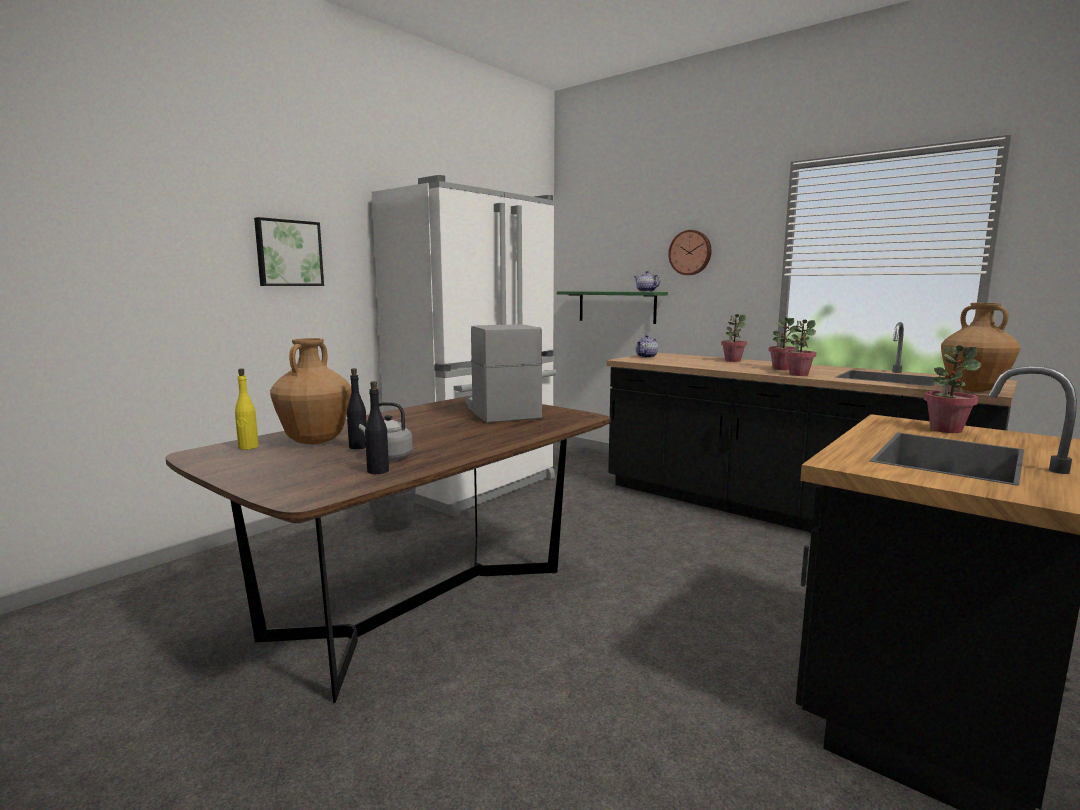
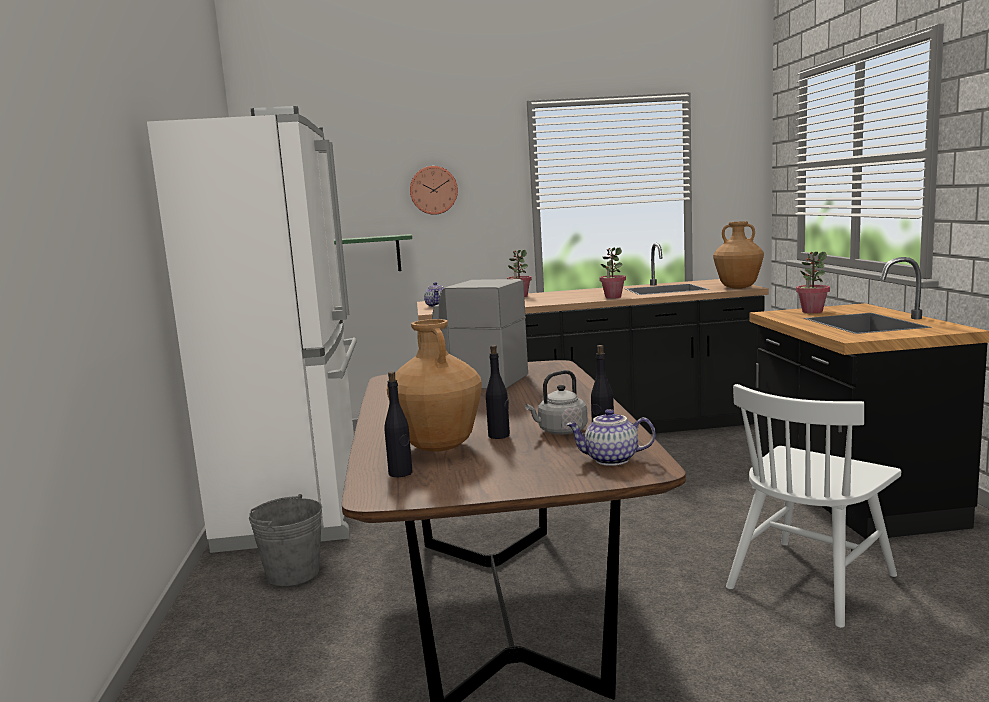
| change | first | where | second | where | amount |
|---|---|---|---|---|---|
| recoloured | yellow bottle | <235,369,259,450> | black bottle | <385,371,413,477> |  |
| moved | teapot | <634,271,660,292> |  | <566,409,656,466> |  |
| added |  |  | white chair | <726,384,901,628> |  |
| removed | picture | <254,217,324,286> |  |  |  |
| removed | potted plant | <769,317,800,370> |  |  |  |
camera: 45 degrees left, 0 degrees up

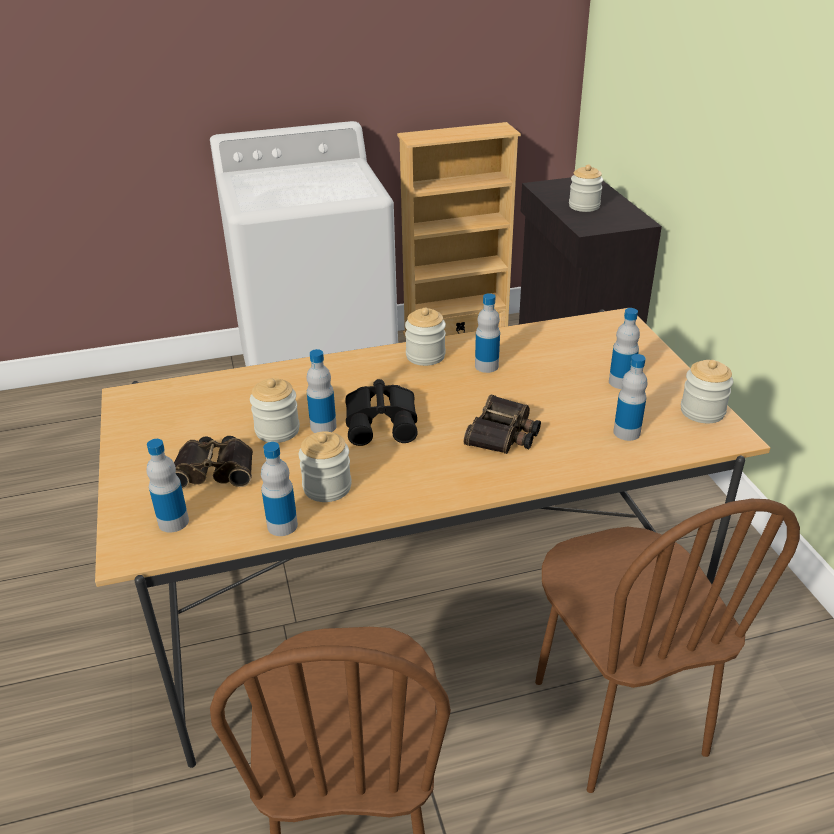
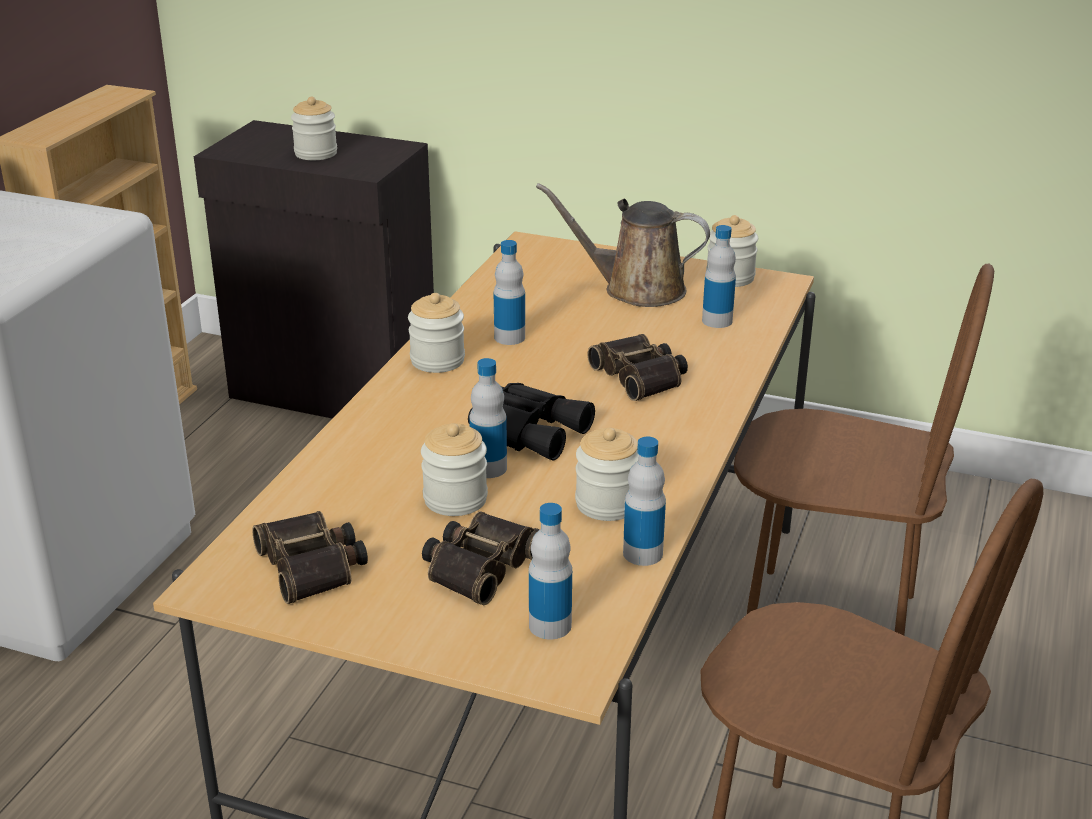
| change | first | where | second | where | amount |
|---|---|---|---|---|---|
| added |  |  | binoculars | <252,511,368,604> |  |
| replaced | bottle | <609,308,640,389> | brown watering can | <536,183,710,307> |  |
camera: 55 degrees left, 5 degrees down

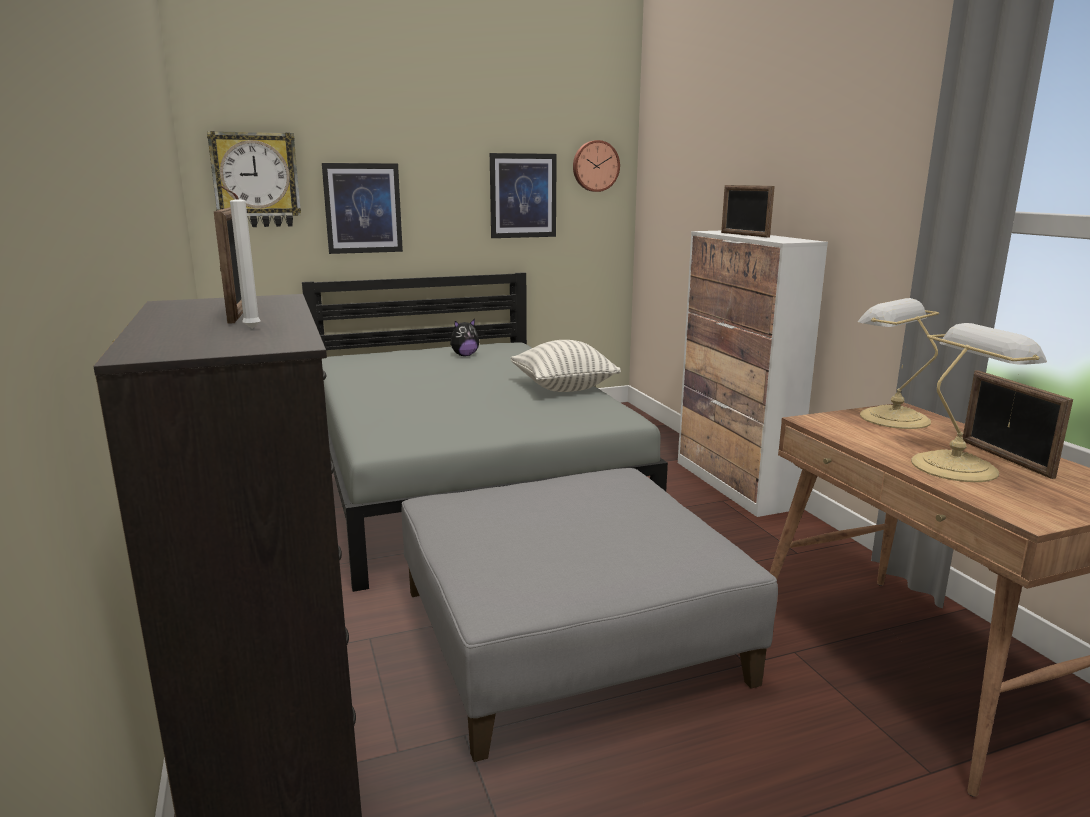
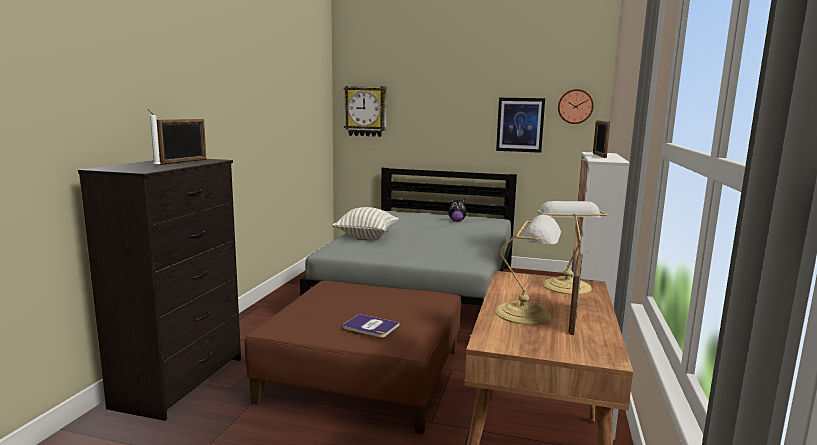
| change | first | where | second | where | amount |
|---|---|---|---|---|---|
| recoloured | grey ottoman | <401,468,778,762> | brown ottoman | <244,281,461,434> |  |
| moved | pillow | <511,340,621,392> |  | <332,207,399,239> |  |
| added |  |  | book | <343,314,399,338> |  |
| removed | picture | <322,163,403,254> |  |  |  |
camera: 35 degrees right, 5 degrees down

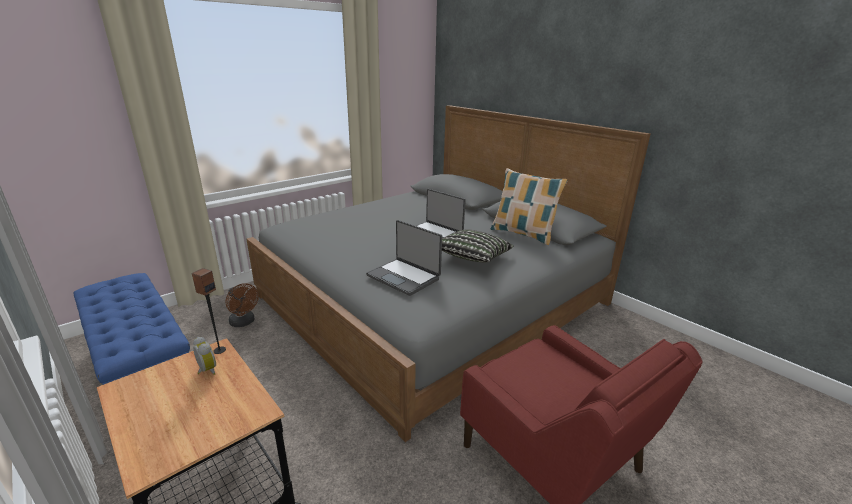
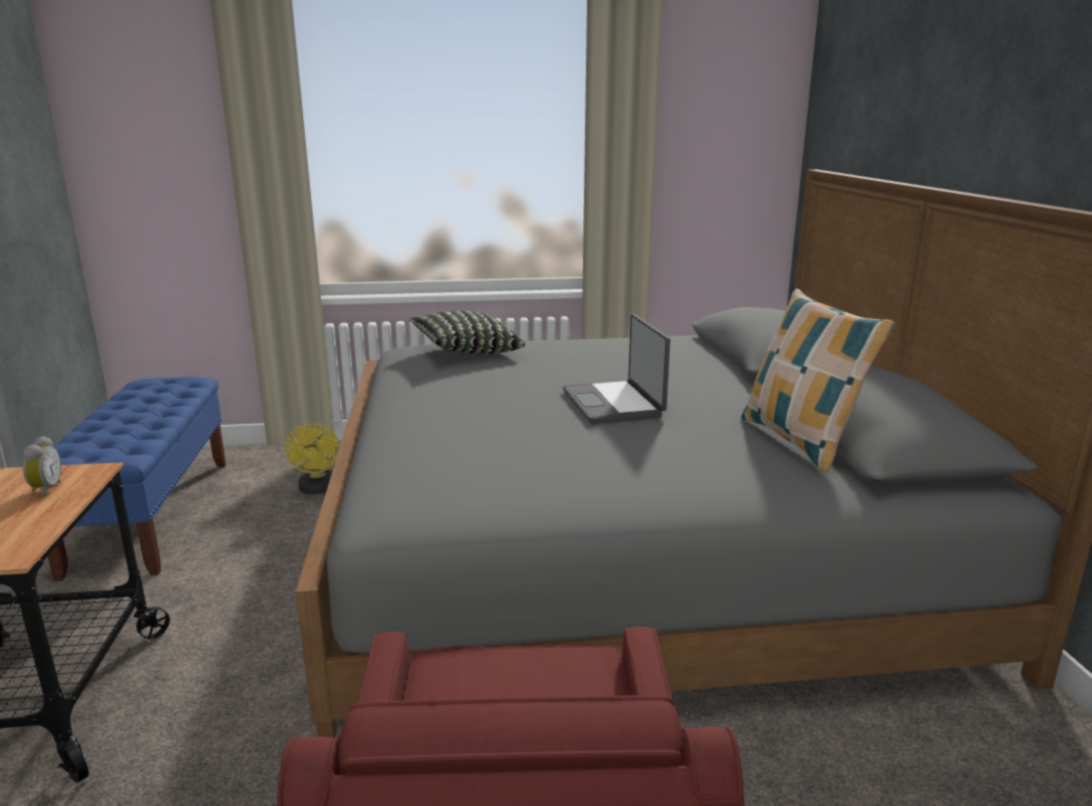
| change | first | where | second | where | amount |
|---|---|---|---|---|---|
| recoloured | brown fan | <225,283,259,327> | yellow fan | <285,423,340,494> |  |
| moved | pillow | <442,230,513,262> |  | <409,311,525,354> |  |
| removed | speaker | <192,268,226,354> |  |  |  |
| removed | laptop | <366,220,442,296> |  |  |  |
camera: 35 degrees right, 5 degrees down

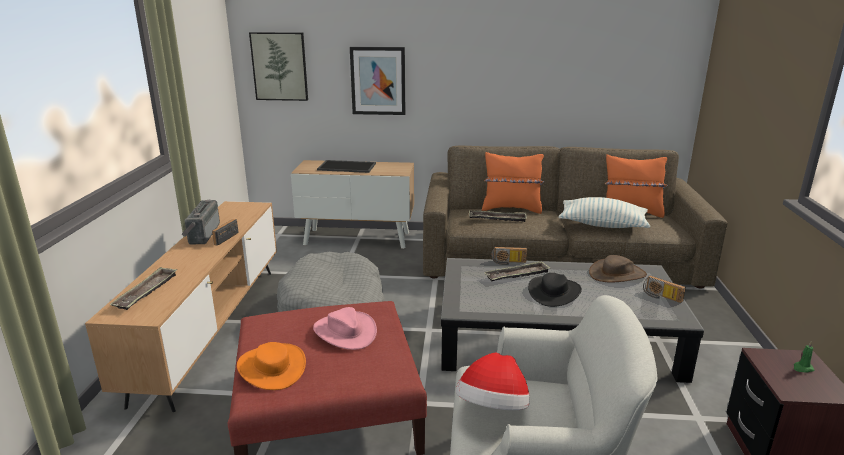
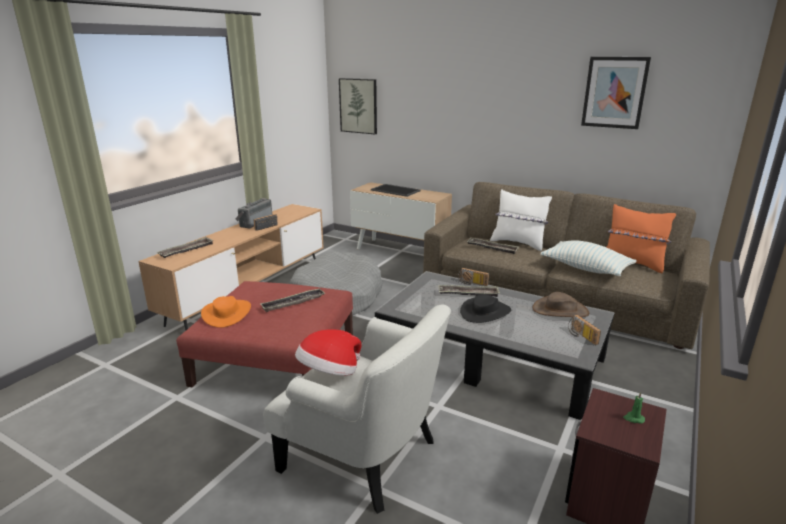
| change | first | where | second | where | amount |
|---|---|---|---|---|---|
| replaced | pink hat | <313,307,377,350> | tray | <260,289,325,312> |  |
| recoloured | orange pillow | <482,152,544,214> | white pillow | <490,189,552,251> |  |
| moved | picture | <350,47,406,115> |  | <581,57,651,129> |  |
camera: 25 degrees right, 0 degrees up

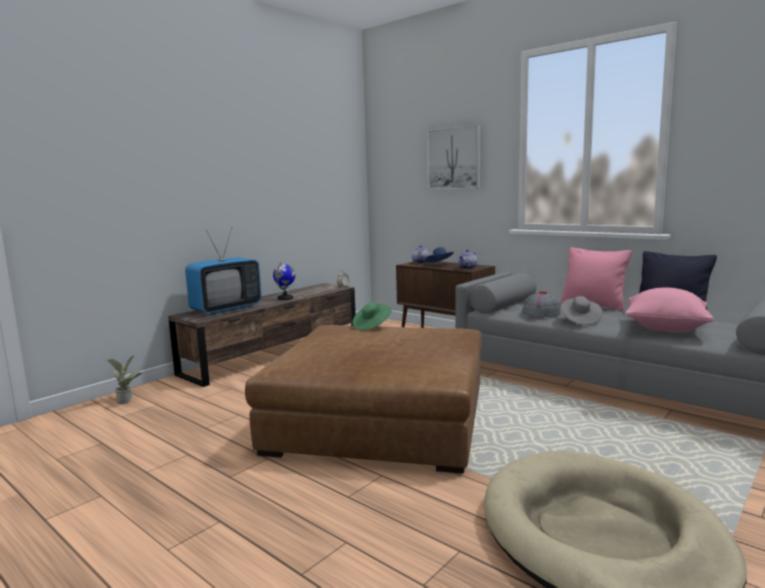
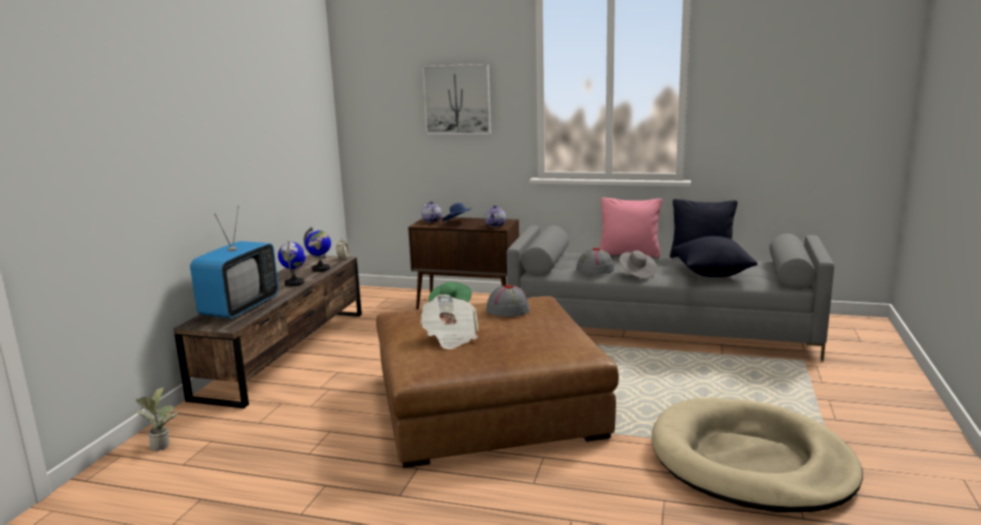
| change | first | where | second | where | amount |
|---|---|---|---|---|---|
| added |  |  | globe | <304,227,331,272> |  |
| added |  |  | newspaper | <420,295,478,350> |  |
| added |  |  | grey hat | <486,285,530,317> |  |
| recoloured | pink pillow | <625,288,714,333> | black pillow | <673,236,757,277> |  |
camera: 25 degrees left, 5 degrees up

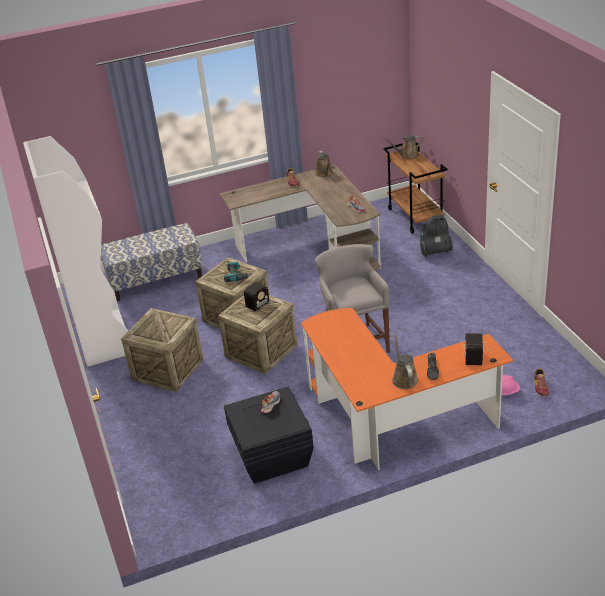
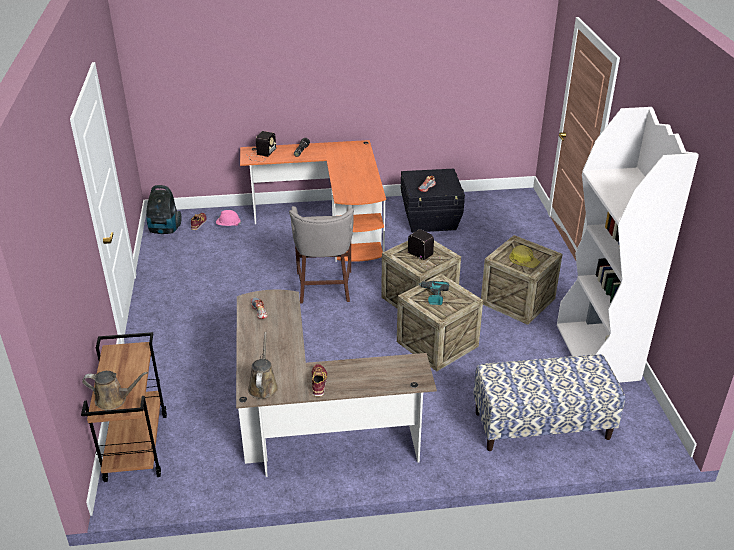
| change | first | where | second | where | amount |
|---|---|---|---|---|---|
| moved | vacuum cleaner | <420,215,453,257> |  | <146,185,181,234> |  |
| turned | radio | <235,282,270,317> |  | <408,230,442,267> | 75 degrees clockwise |
| added |  |  | hard hat | <509,245,540,268> |  |
| removed | brown watering can | <392,333,418,389> |  |  |  |
camera: 170 degrees left, 0 degrees up

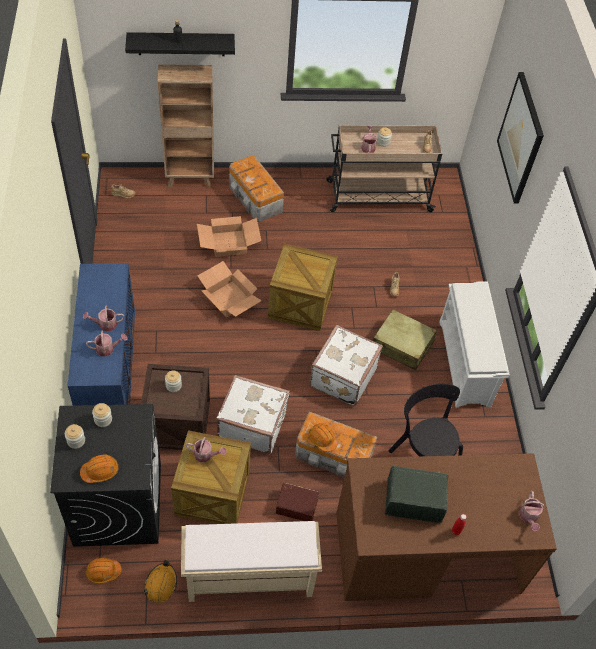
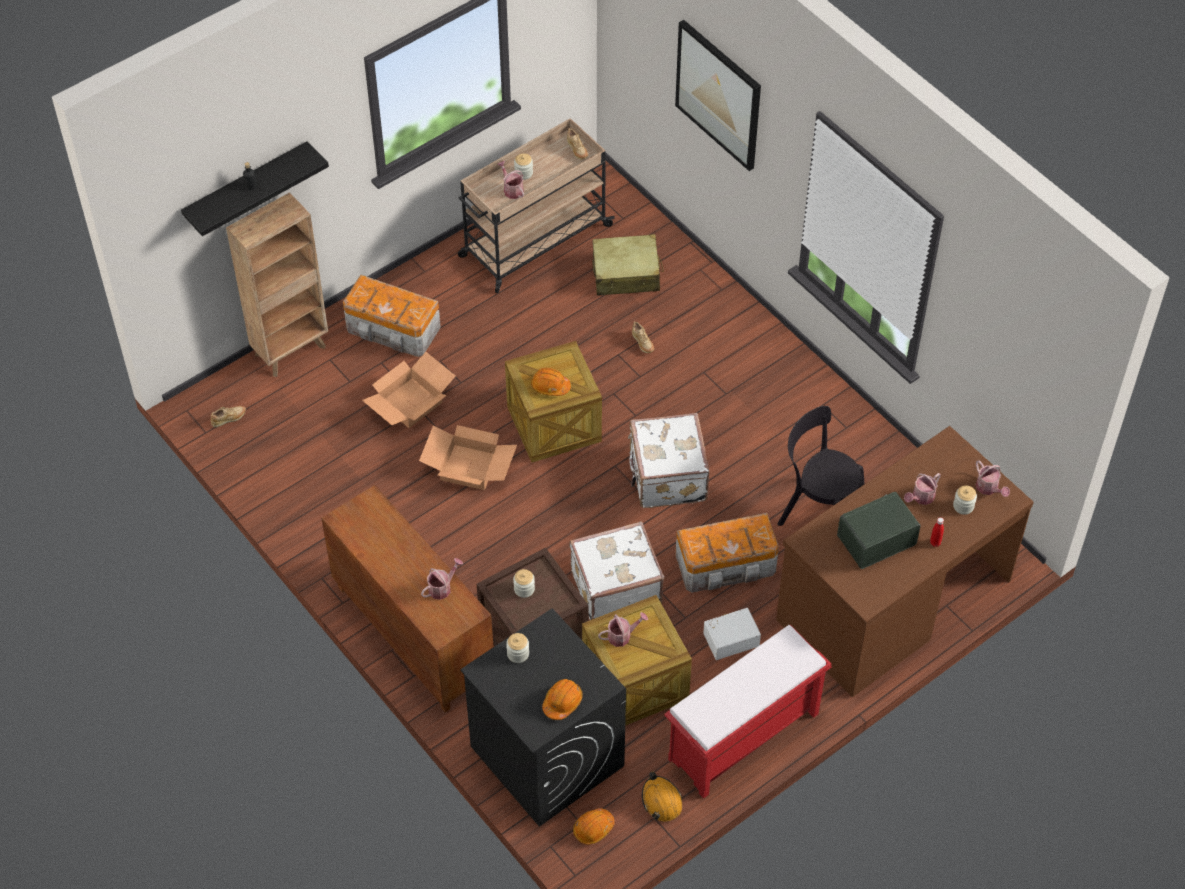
| change | first | where | second | where | amount |
|---|---|---|---|---|---|
| recoloured | blue cabinet | <68,263,135,406> | brown cabinet | <321,485,493,713> |  |
| moved | orange hard hat | <309,423,338,452> |  | <531,368,571,396> |  |
| moved | beige suitcase | <373,310,437,370> |  | <592,234,664,296> |  |
| recoloured | beige bench | <181,521,322,602> | red bench | <664,625,832,799> |  |
| recoloured | brown storage box | <275,482,319,521> | white storage box | <703,608,761,660> |  |
| moved | watering can | <83,306,124,331> |  | <904,473,941,505> |  |
| moved | jar | <65,424,85,449> |  | <953,486,977,515> |  |
| removed | white shoe rack | <439,282,510,408> |  |  |  |
camera: 30 degrees left, 0 degrees up

